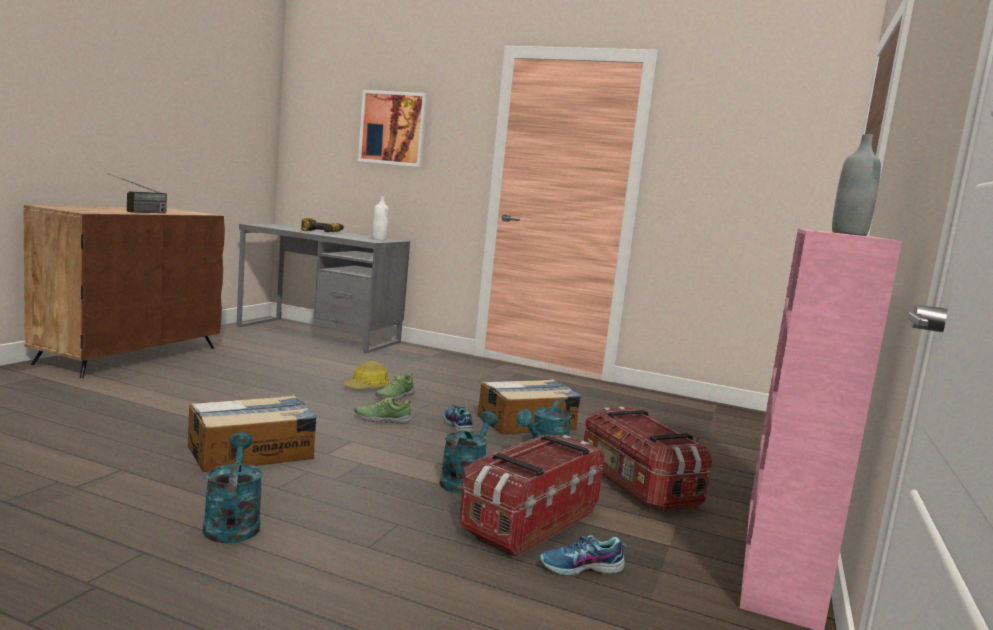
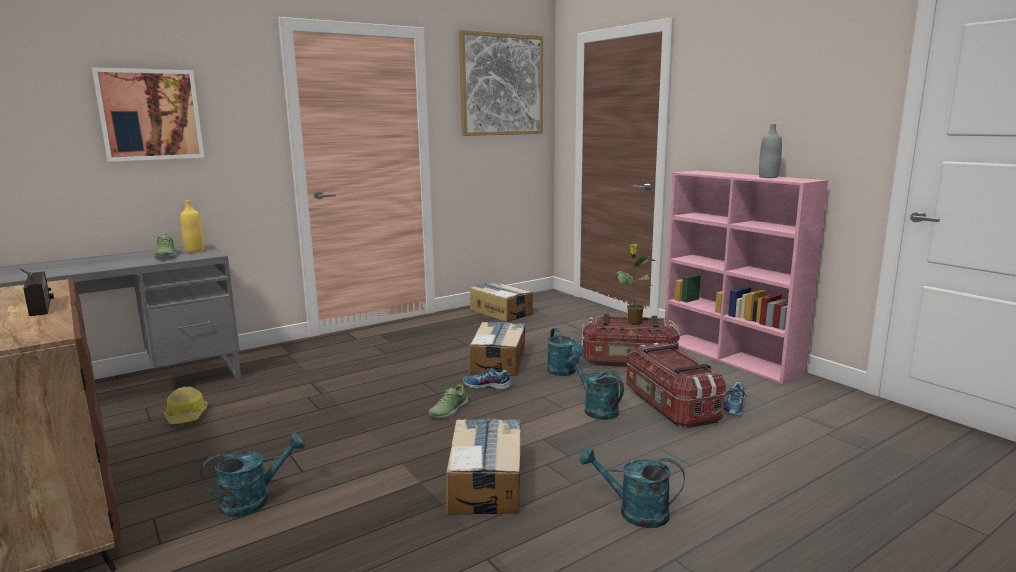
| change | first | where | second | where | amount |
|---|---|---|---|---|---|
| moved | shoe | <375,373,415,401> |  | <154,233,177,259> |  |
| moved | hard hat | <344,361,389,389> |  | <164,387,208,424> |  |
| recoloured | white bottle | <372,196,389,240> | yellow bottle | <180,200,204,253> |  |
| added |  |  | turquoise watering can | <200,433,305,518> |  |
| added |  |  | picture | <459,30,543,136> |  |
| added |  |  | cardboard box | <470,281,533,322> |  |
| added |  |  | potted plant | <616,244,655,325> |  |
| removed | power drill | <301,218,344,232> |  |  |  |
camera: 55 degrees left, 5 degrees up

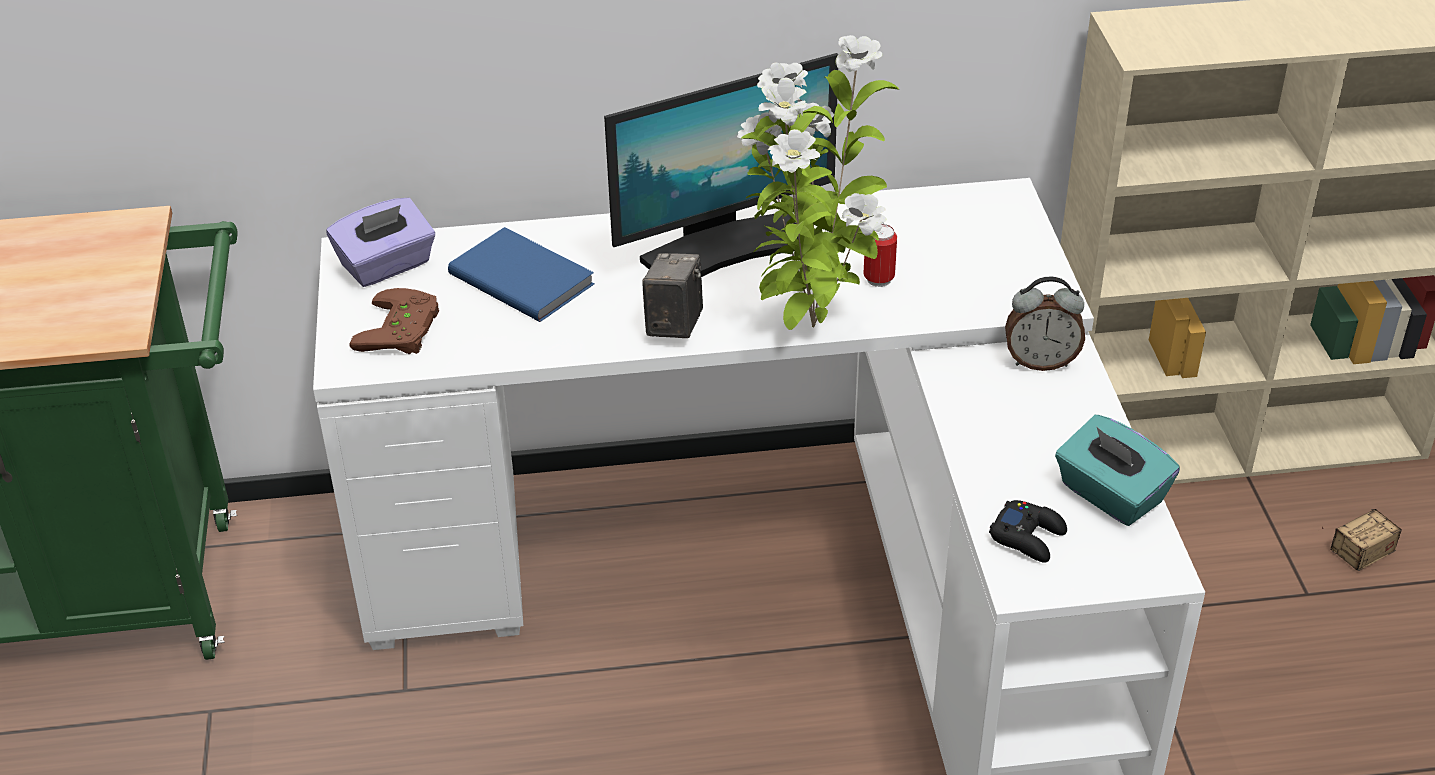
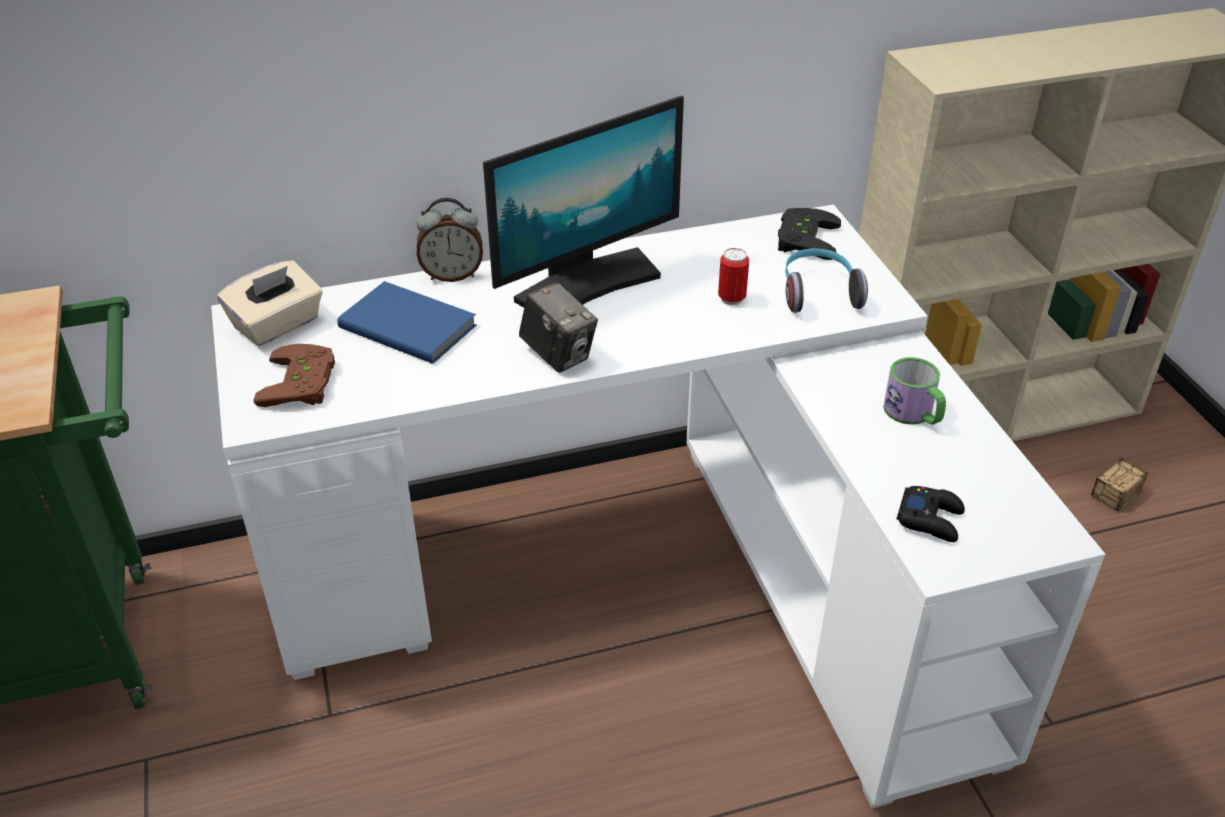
| change | first | where | second | where | amount |
|---|---|---|---|---|---|
| recoloured | purple tissue box | <327,198,435,287> | beige tissue box | <218,260,322,347> |  |
| moved | alarm clock | <1005,276,1085,371> |  | <417,198,483,282> |  |
| turned | photo camera | <642,253,703,338> |  | <519,282,598,373> | 135 degrees clockwise |
| added |  |  | black game controller | <778,208,841,260> |  |
| added |  |  | headphones | <785,249,868,313> |  |
| added |  |  | mug | <883,357,946,425> |  |
| removed | potted plant | <737,35,900,330> |  |  |  |
| removed | turquoise tissue box | <1055,415,1180,526> |  |  |  |
camera: 10 degrees left, 0 degrees up

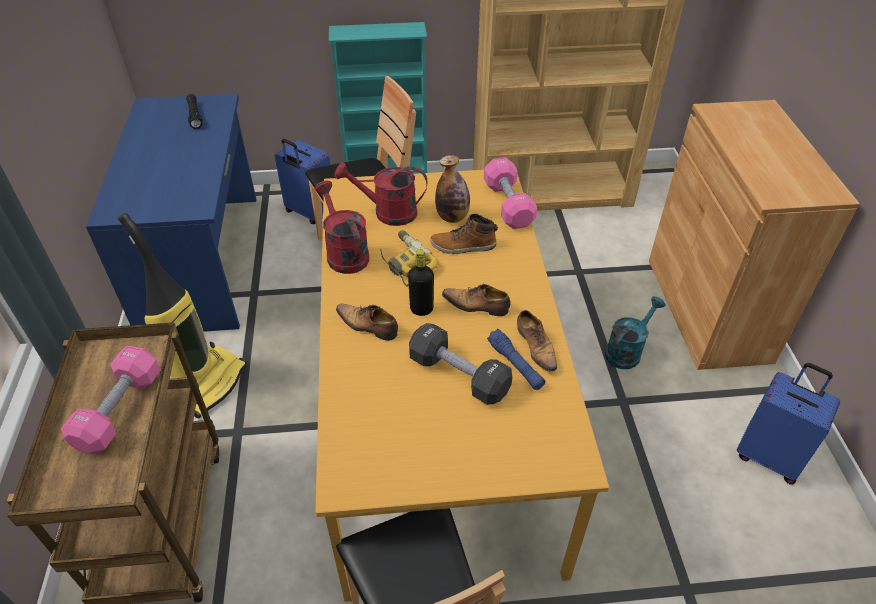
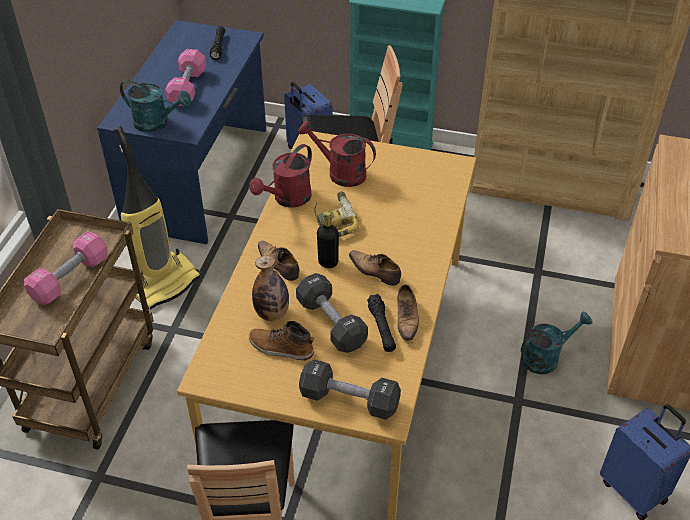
| change | first | where | second | where | amount |
|---|---|---|---|---|---|
| added |  |  | turquoise watering can | <120,79,191,132> |  |
| moved | pink dumbbell | <484,157,537,229> |  | <165,49,206,106> |  |
| turned | red watering can | <314,181,369,274> |  | <249,144,312,208> | 135 degrees counterclockwise |
| moved | boot | <430,214,498,254> |  | <249,321,314,360> |  |
| moved | bottle | <435,155,470,223> |  | <252,255,289,321> |  |
| added |  |  | black dumbbell | <299,360,401,420> |  |
| recoloured | blue flashlight | <487,329,545,390> | black flashlight | <367,294,396,352> |  |
camera: 20 degrees right, 0 degrees up

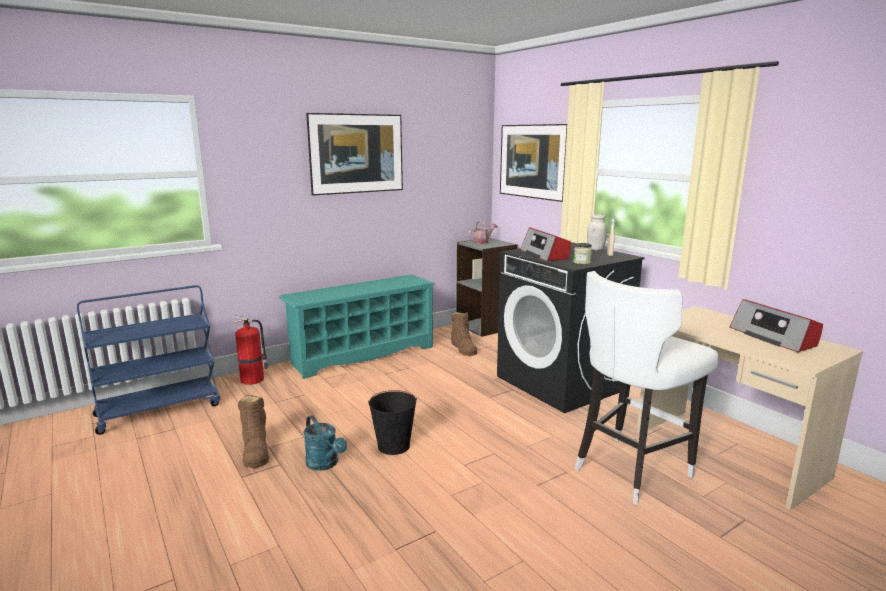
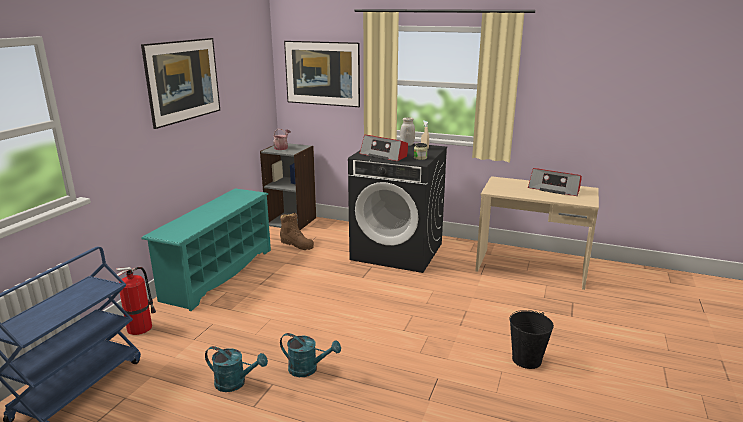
| change | first | where | second | where | amount |
|---|---|---|---|---|---|
| replaced | brown boot | <238,395,269,468> | turquoise watering can | <205,346,268,392> |  |
| moved | black bucket | <368,390,417,455> |  | <509,310,554,369> |  |
| removed | white stool | <575,271,719,505> |  |  |  |
camera: 35 degrees left, 5 degrees up

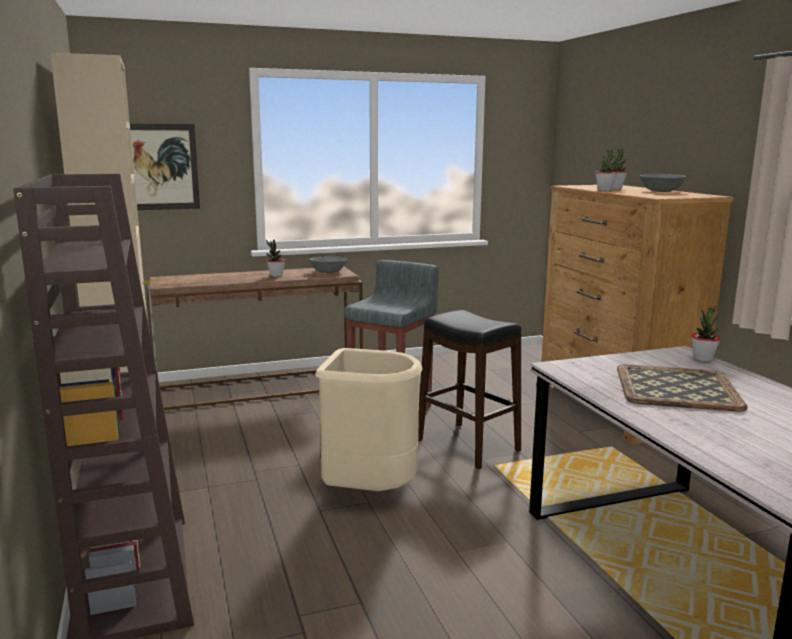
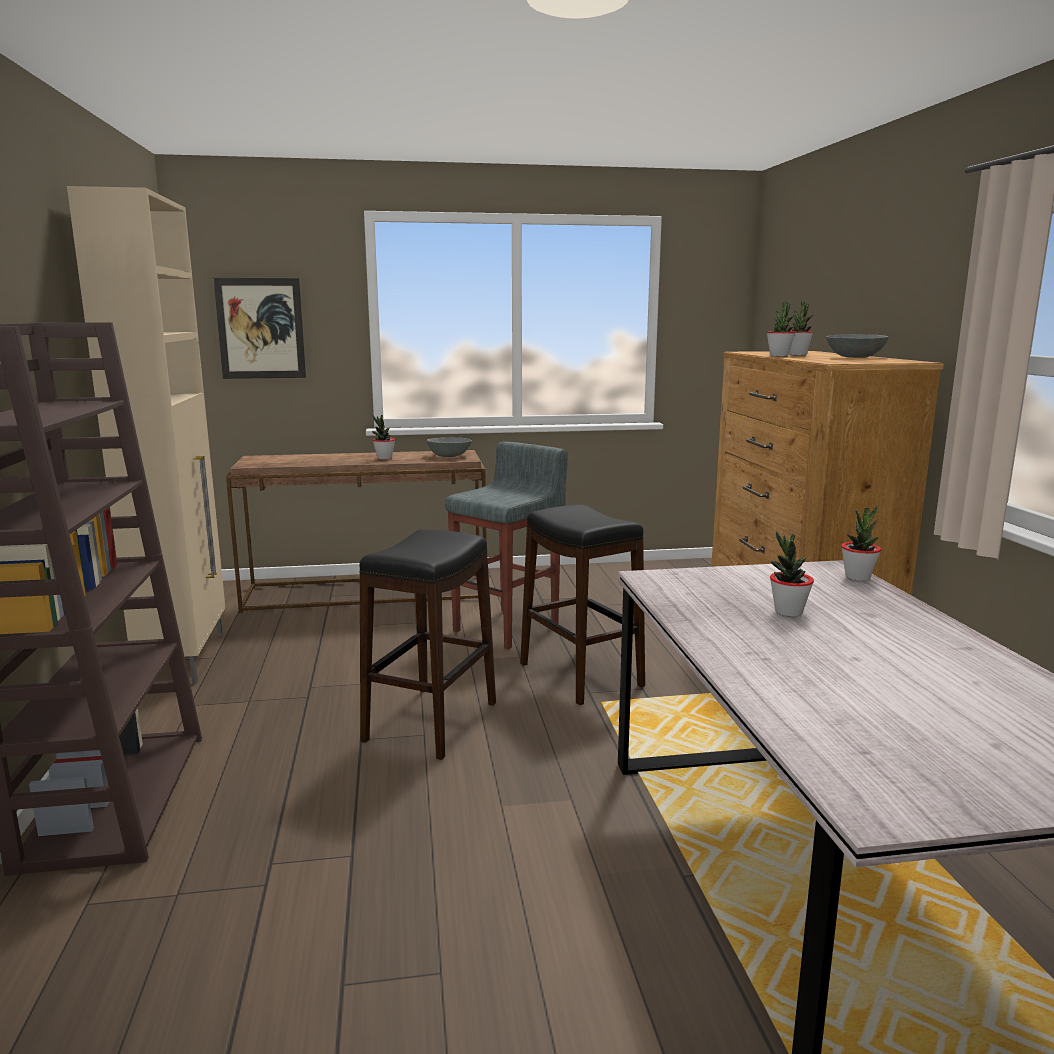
| change | first | where | second | where | amount |
|---|---|---|---|---|---|
| replaced | beige trash can | <315,348,423,491> | black stool | <359,529,496,760> |  |
| replaced | tray | <617,364,747,412> | potted plant | <770,531,814,617> |  |
camera: 10 degrees right, 0 degrees up

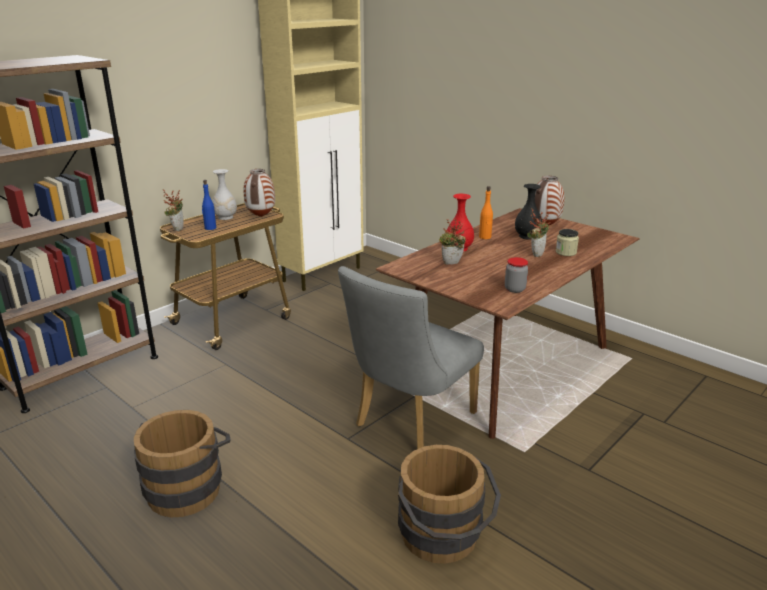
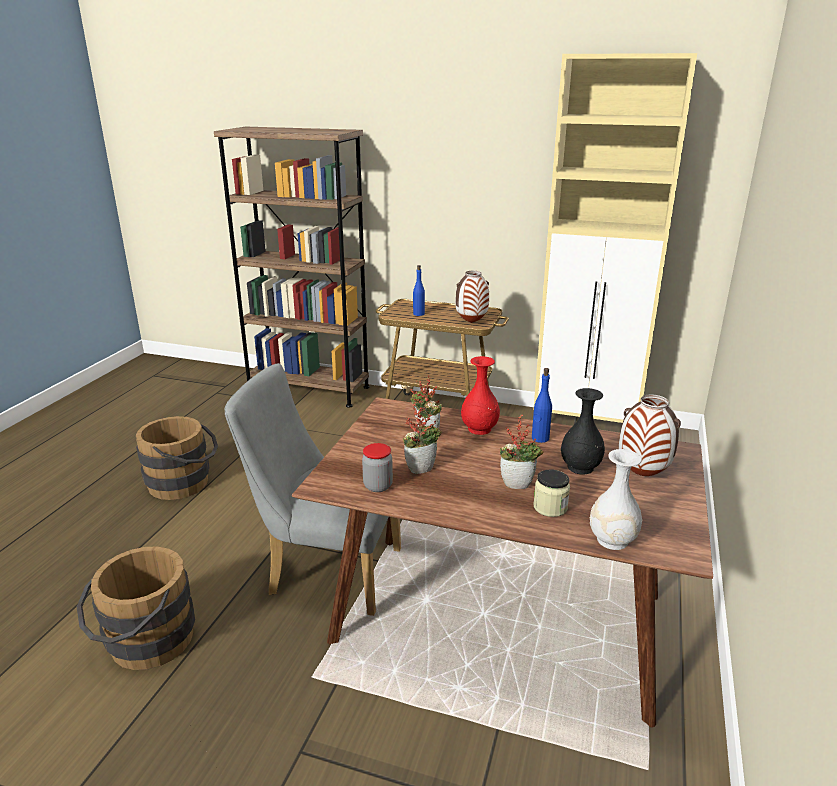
| change | first | where | second | where | amount |
|---|---|---|---|---|---|
| moved | potted plant | <163,189,184,231> |  | <403,402,442,474> |  |
| recoloured | orange bottle | <479,186,493,239> | blue bottle | <532,368,552,443> |  |
| moved | white vase | <212,169,237,220> |  | <590,449,642,550> |  |
camera: 65 degrees right, 0 degrees up

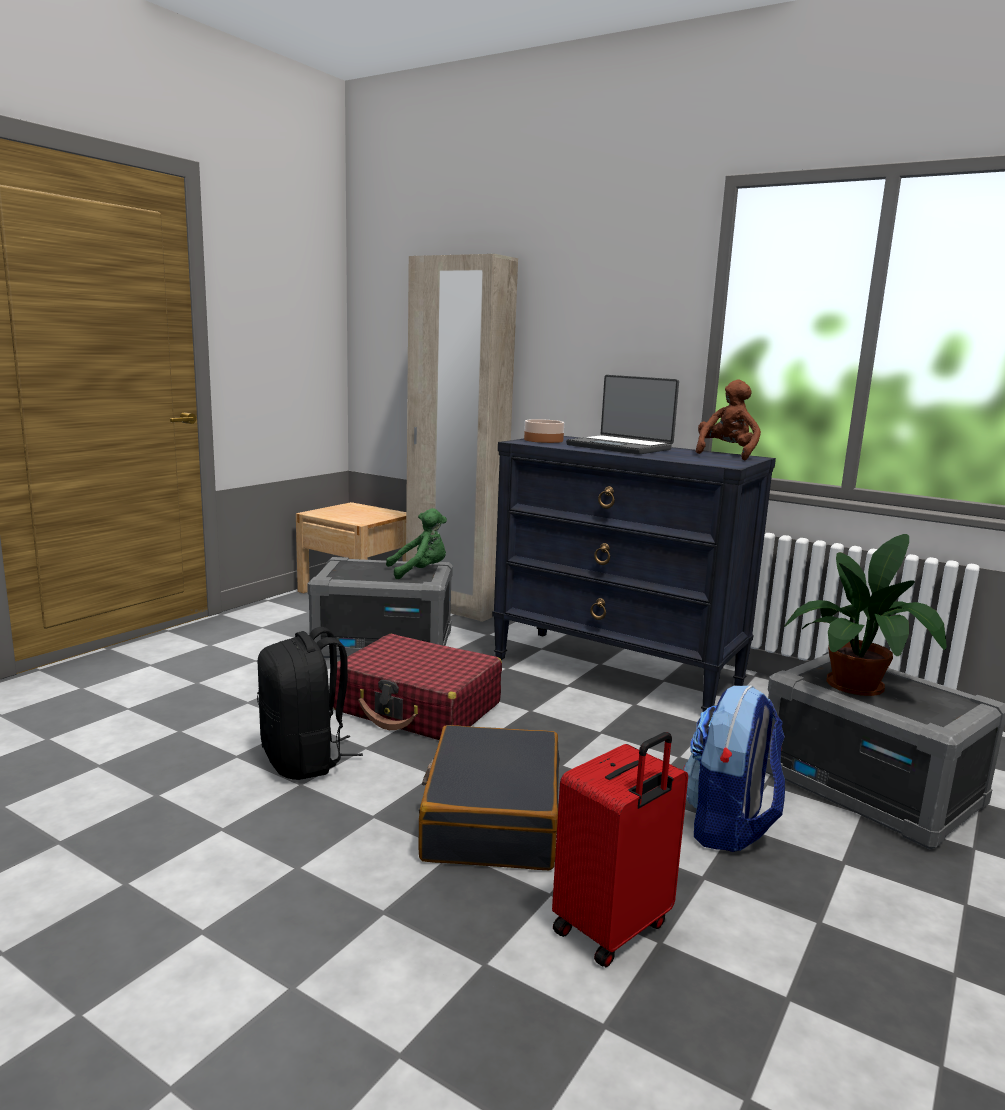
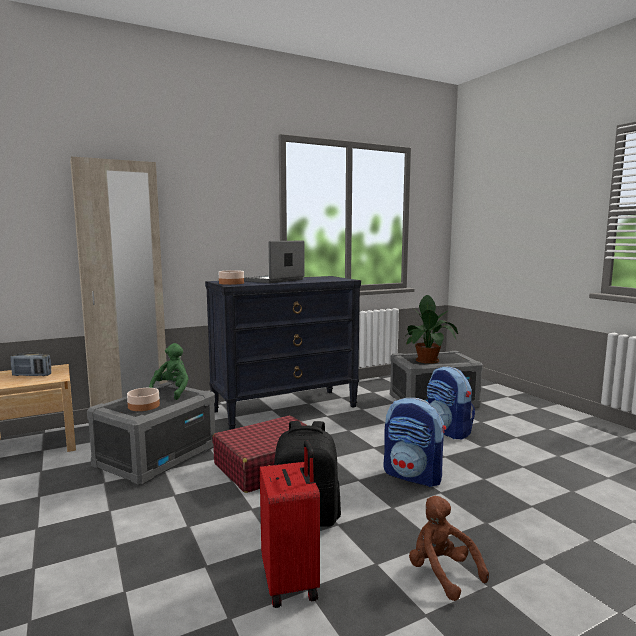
| change | first | where | second | where | amount |
|---|---|---|---|---|---|
| added |  |  | radio | <10,352,51,376> |  |
| added |  |  | bowl | <127,388,160,411> |  |
| turned | laptop | <566,375,679,455> |  | <244,241,305,283> | 150 degrees clockwise |
| moved | red suitcase | <552,732,688,967> |  | <260,440,320,608> |  |
| replaced | black suitcase | <418,725,560,870> | backpack | <384,398,446,487> |  |
| moved | brown plush toy | <696,380,761,460> |  | <409,496,489,601> |  |
camera: 60 degrees left, 5 degrees down

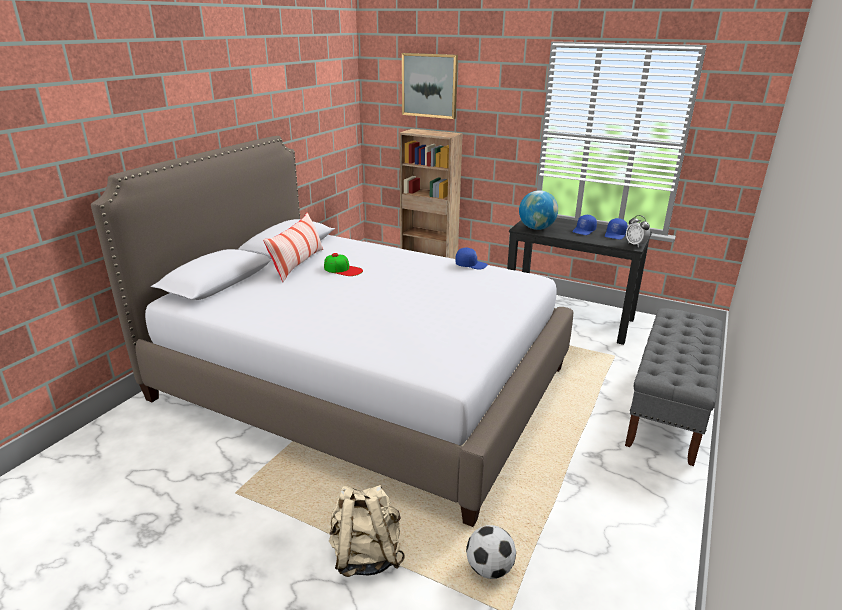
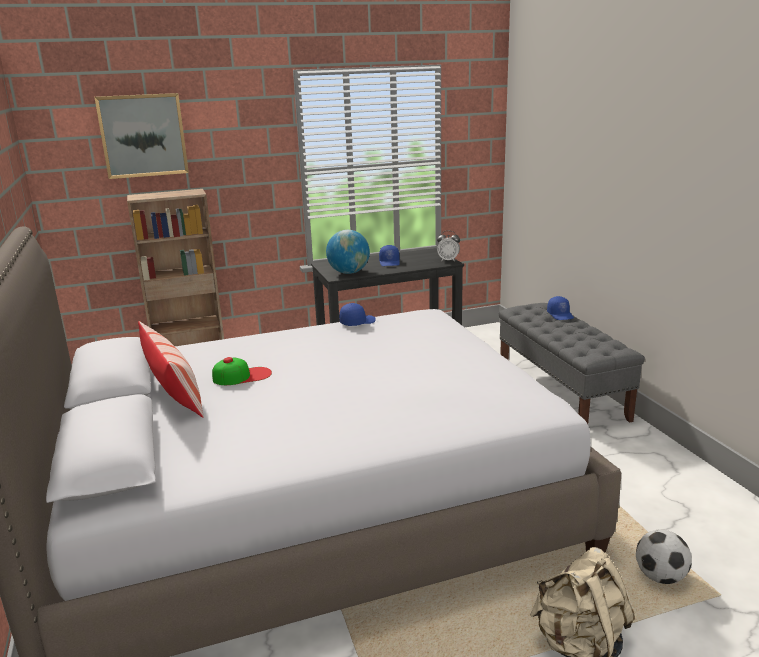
| change | first | where | second | where | amount |
|---|---|---|---|---|---|
| moved | blue cap | <605,218,628,240> |  | <547,296,574,320> |  |
camera: 45 degrees left, 5 degrees down

